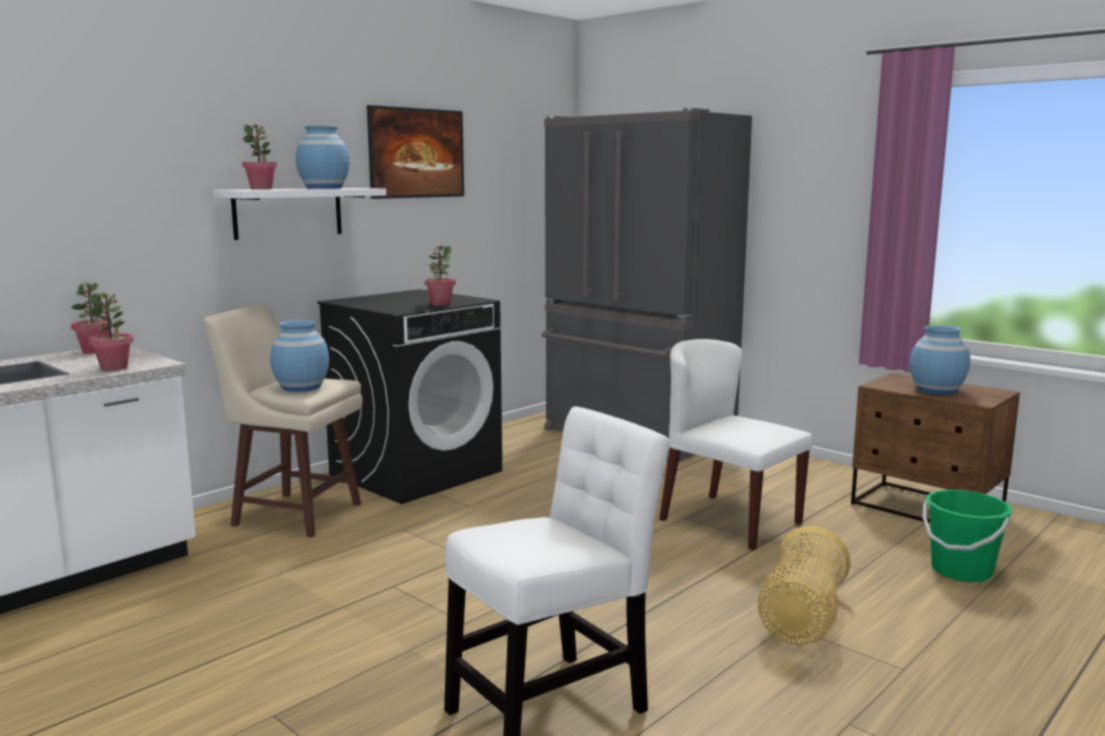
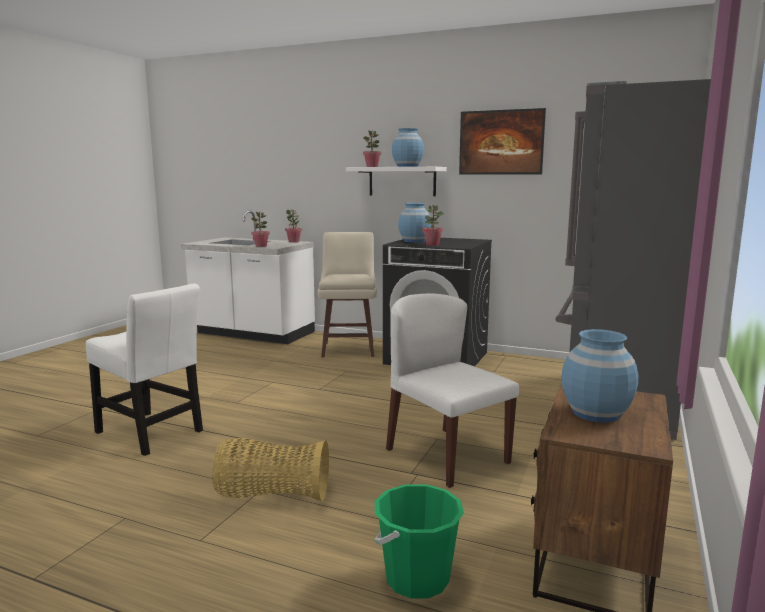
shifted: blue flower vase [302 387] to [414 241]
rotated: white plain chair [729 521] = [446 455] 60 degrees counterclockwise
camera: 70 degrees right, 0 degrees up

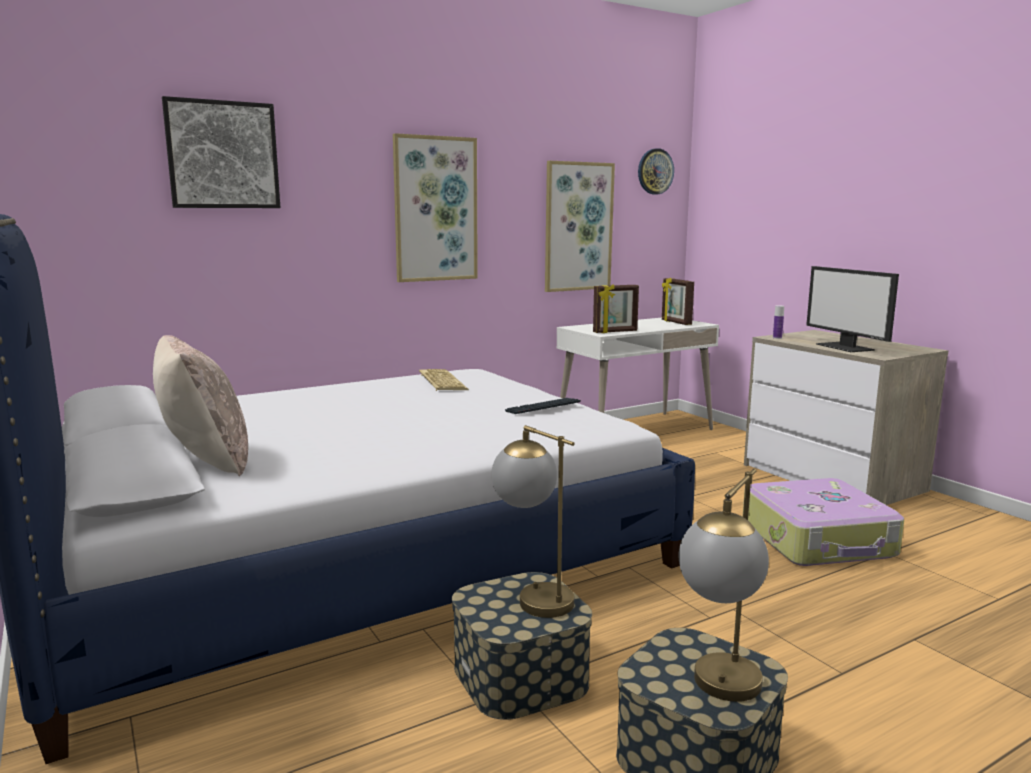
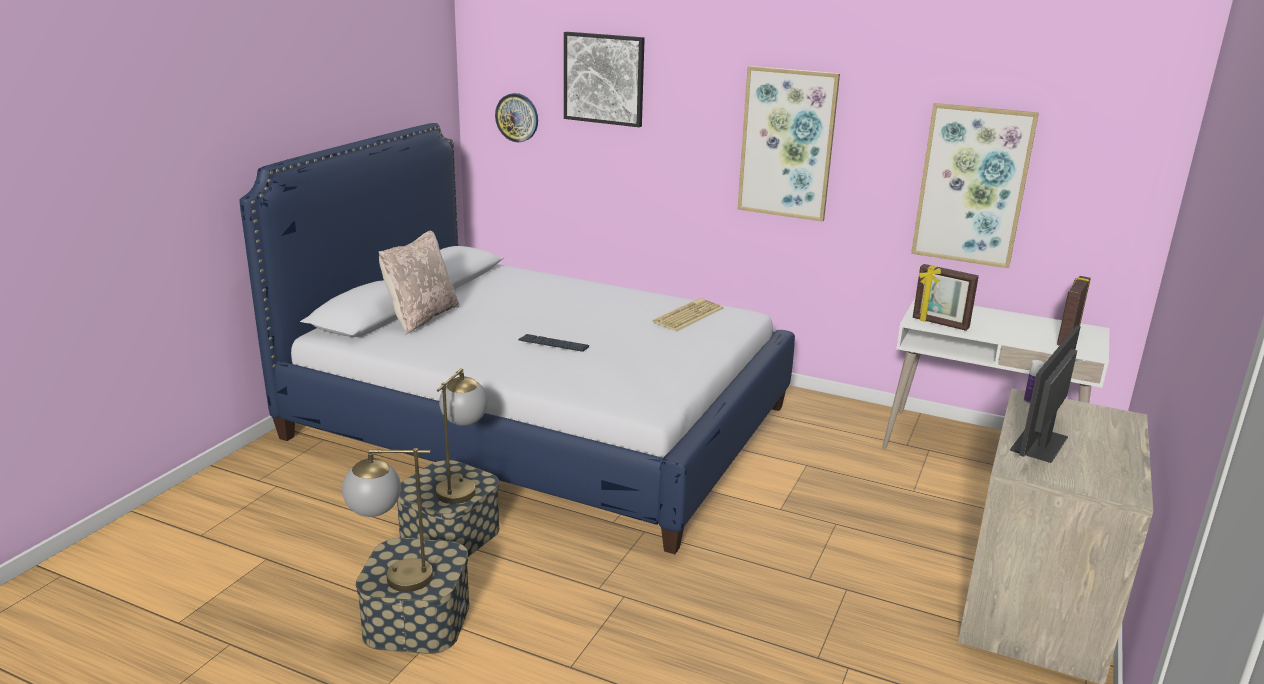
gone: travel case [818 540]
shifted: PC keyboard [543 407] to [553 344]; hanging clock [655 171] to [517 117]
camera: 55 degrees right, 10 degrees up

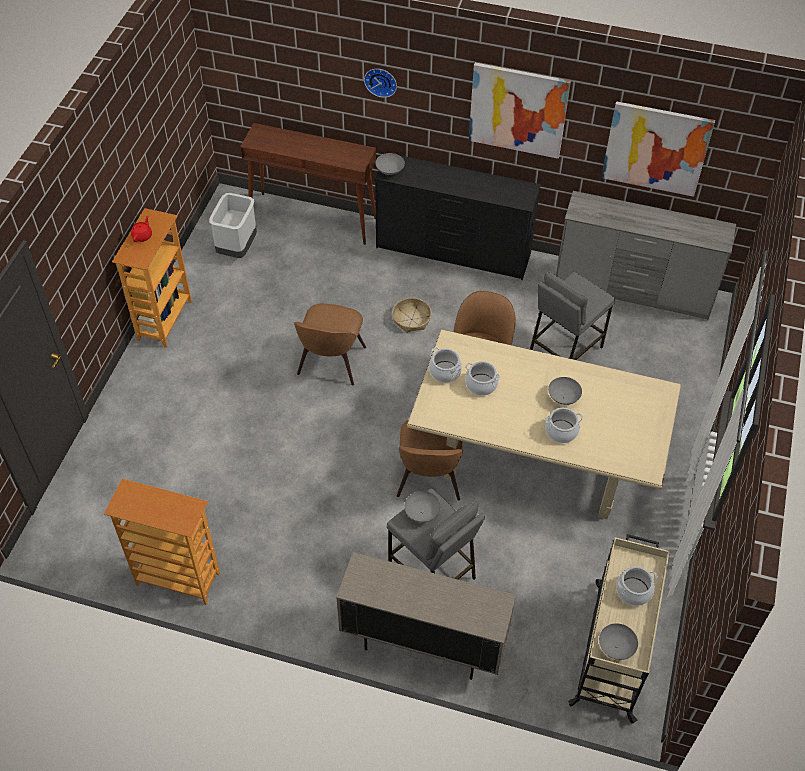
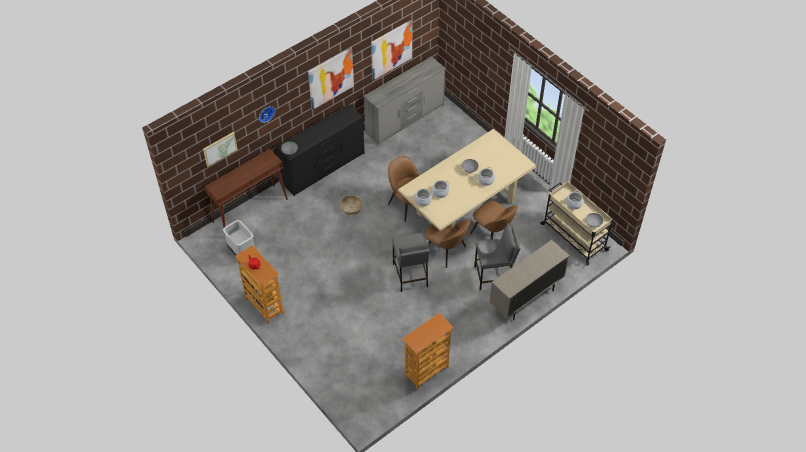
new: picture [219 148]
shifted: brown plain chair [330 363] to [493 234]; greyish sitting stool [564 350] to [410 275]
camera: 55 degrees left, 0 degrees up

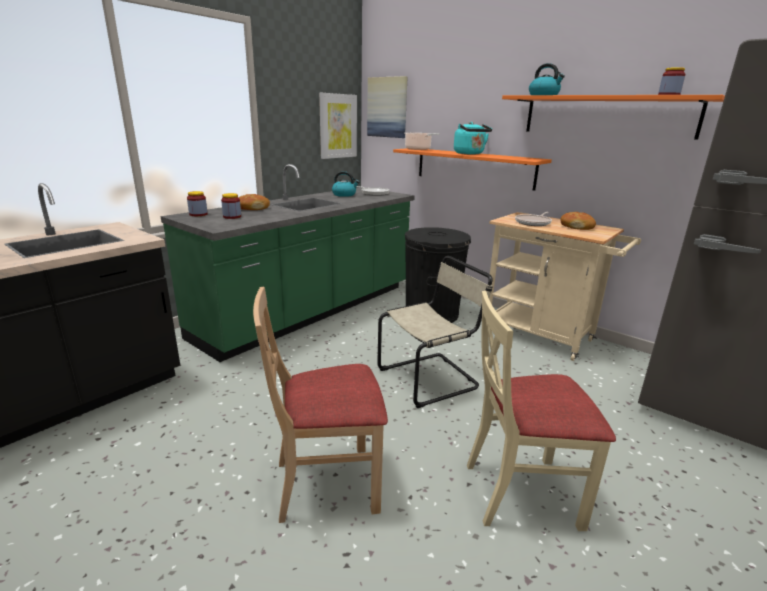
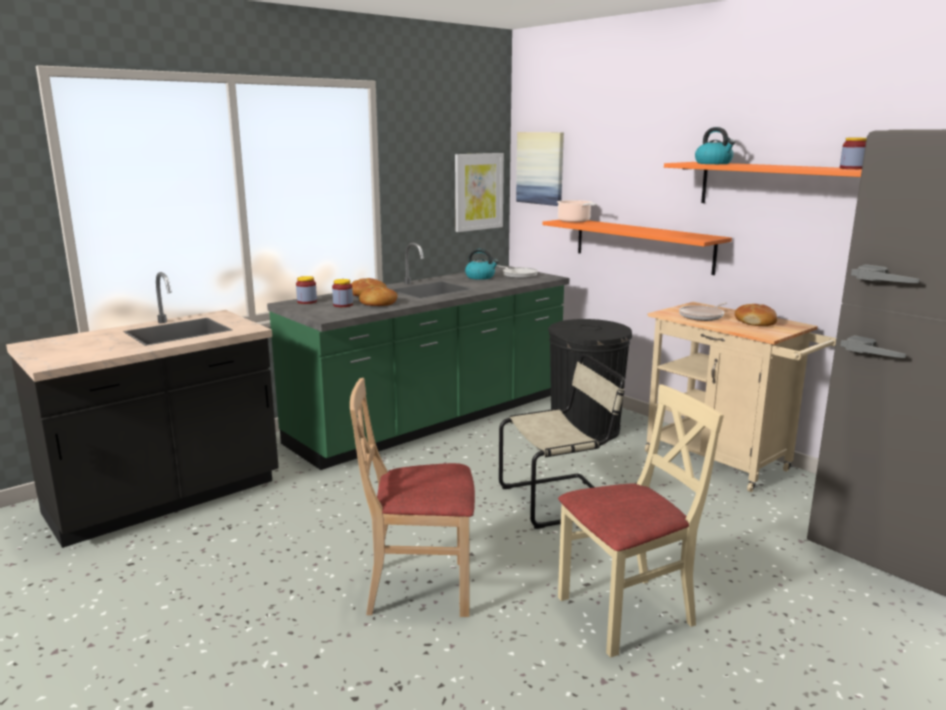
gone: blue-green kettle [470 154]
new: bakery bread [378 303]
rotated: sand-coloured plain chair [521 492] = [626 613] 150 degrees clockwise
camera: 10 degrees right, 5 degrees down

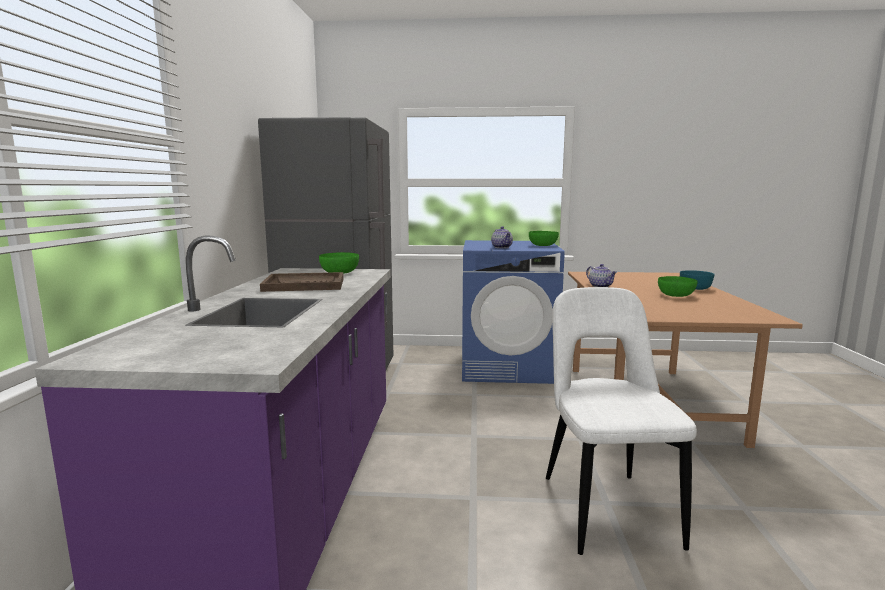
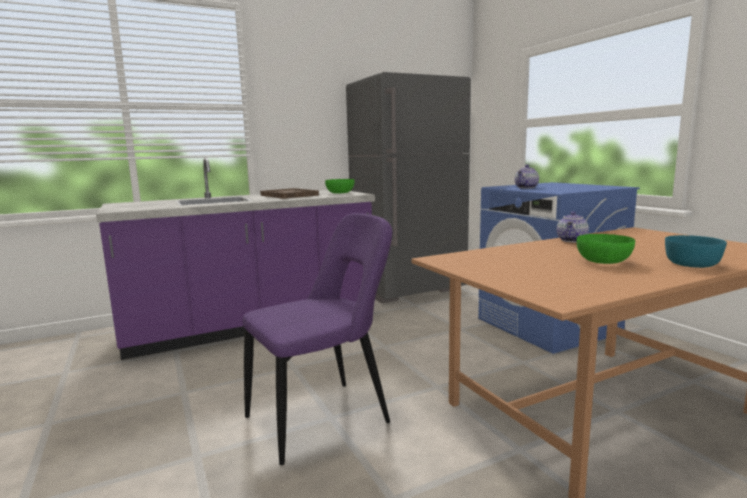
gone: green serving bowl [543 245]
repainted: white plain chair [605 506] to purple plain chair [324 418]
camera: 60 degrees right, 0 degrees up

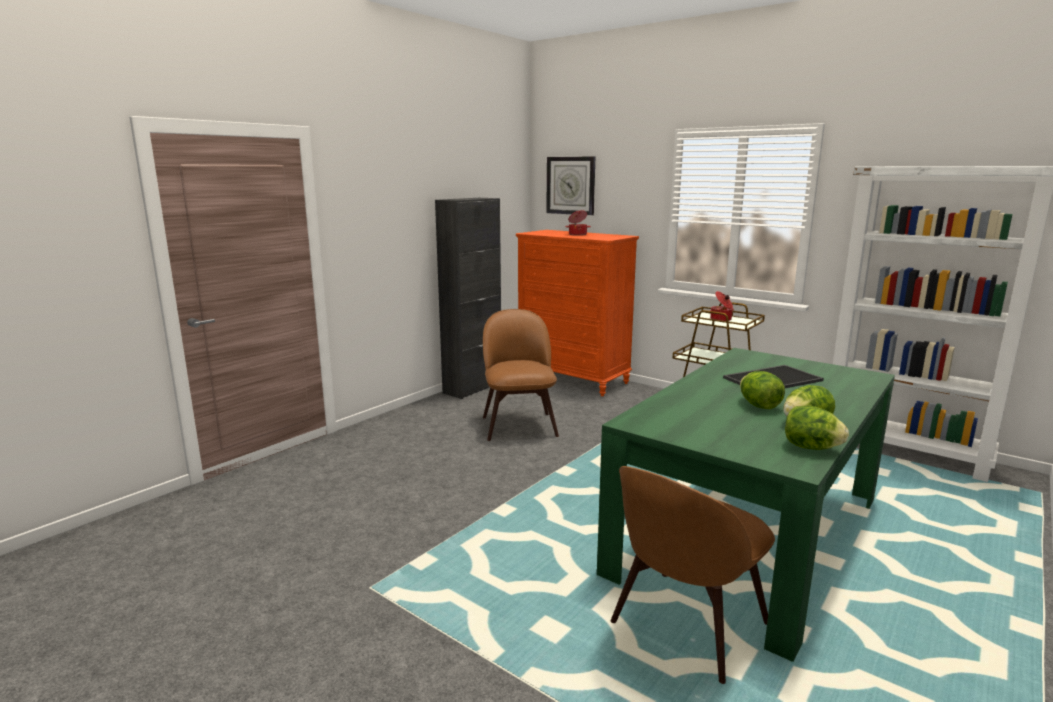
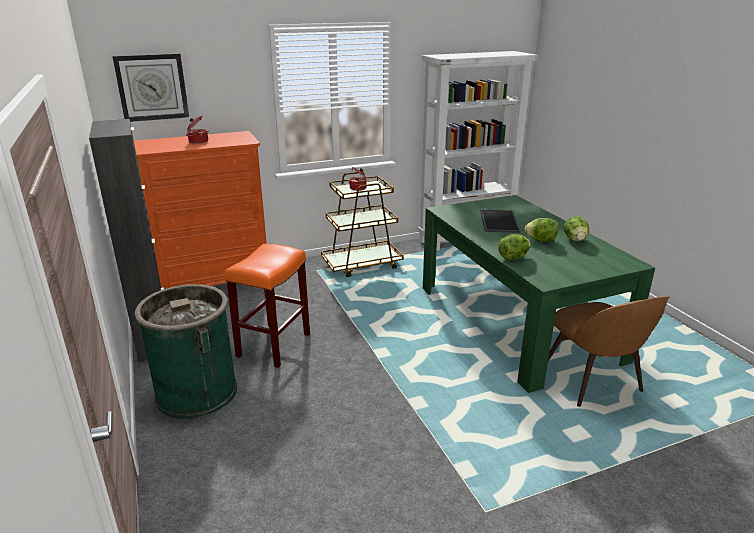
new: green waste bin [196 392]
shifted: lettuce head [811 447] to [513 257]
swapped: brown plain chair [519 425] to orange sitting stool [274 344]
camera: 60 degrees left, 10 degrees up

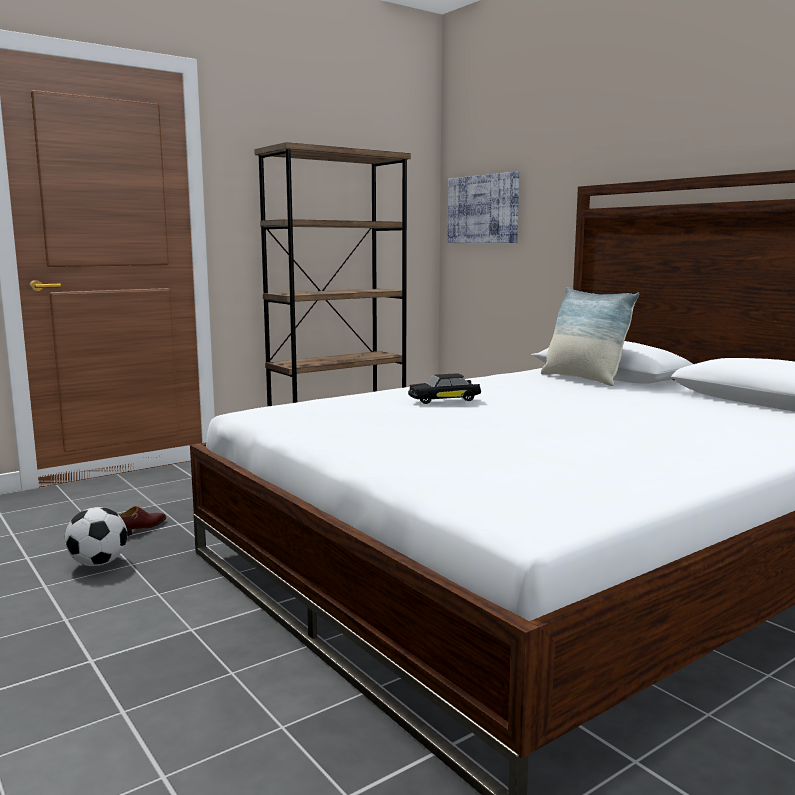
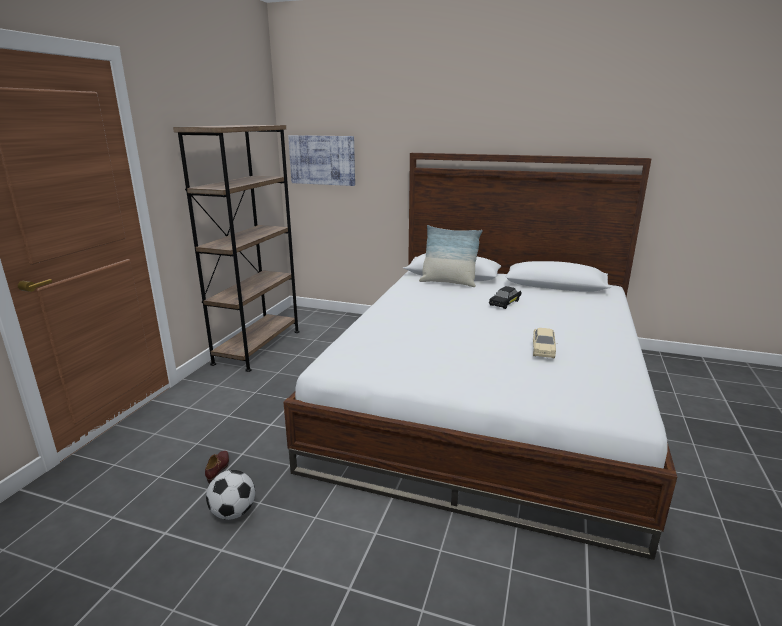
new: sand-coloured miniature car [543 349]
shifted: black-coloured miniature car [444 399] to [504 303]
camera: 35 degrees left, 10 degrees up

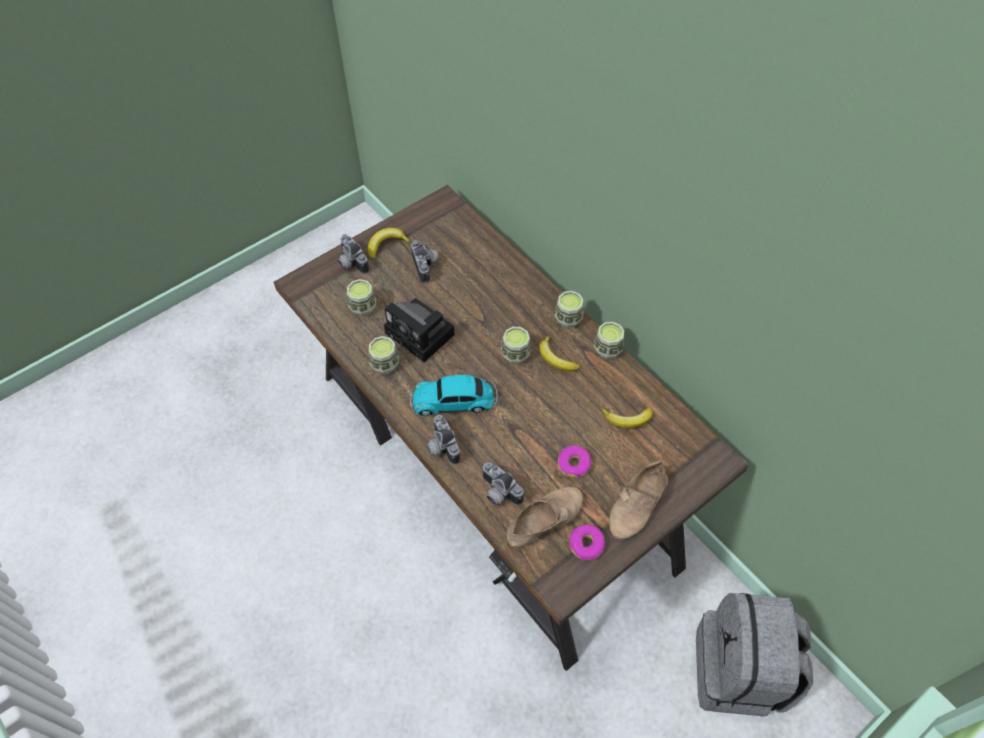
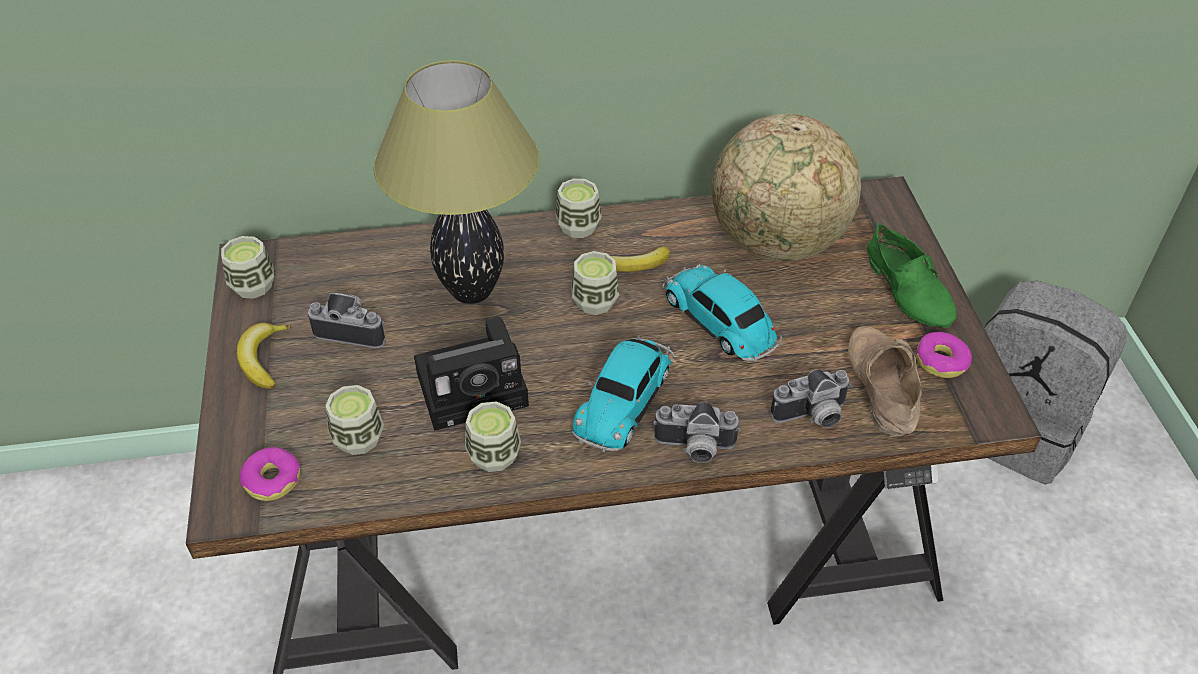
gone: still camera [350 263]
new: lamp for a table [472 290]; miniature car [721 322]
shifted: ring doughnut [574 464] to [272 479]; drinking cup [607 349] to [253 285]
swapped: banana fruit [627 420] to desk globe [777 243]
repainted: sand-coloured item of footwear [639 506] to green item of footwear [909 288]
camera: 60 degrees left, 10 degrees down

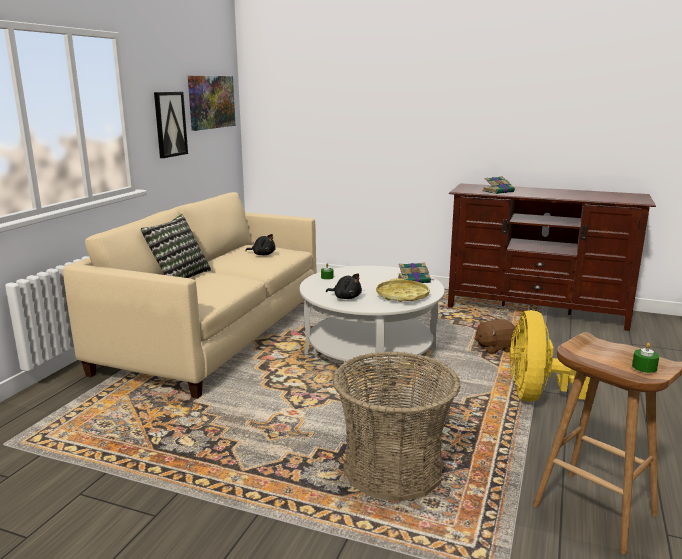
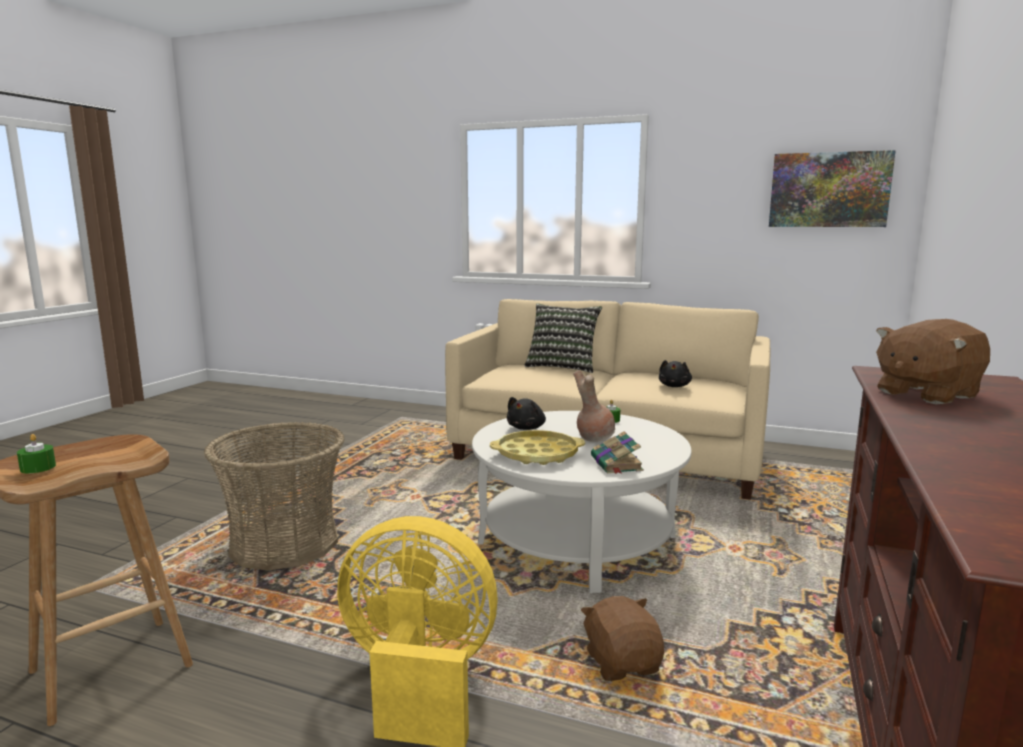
gone: picture [170 124]
new: brown flower vase [593 438]
swapped: volume [498 191] to brown cuddly toy [925 394]
camera: 90 degrees right, 5 degrees down

